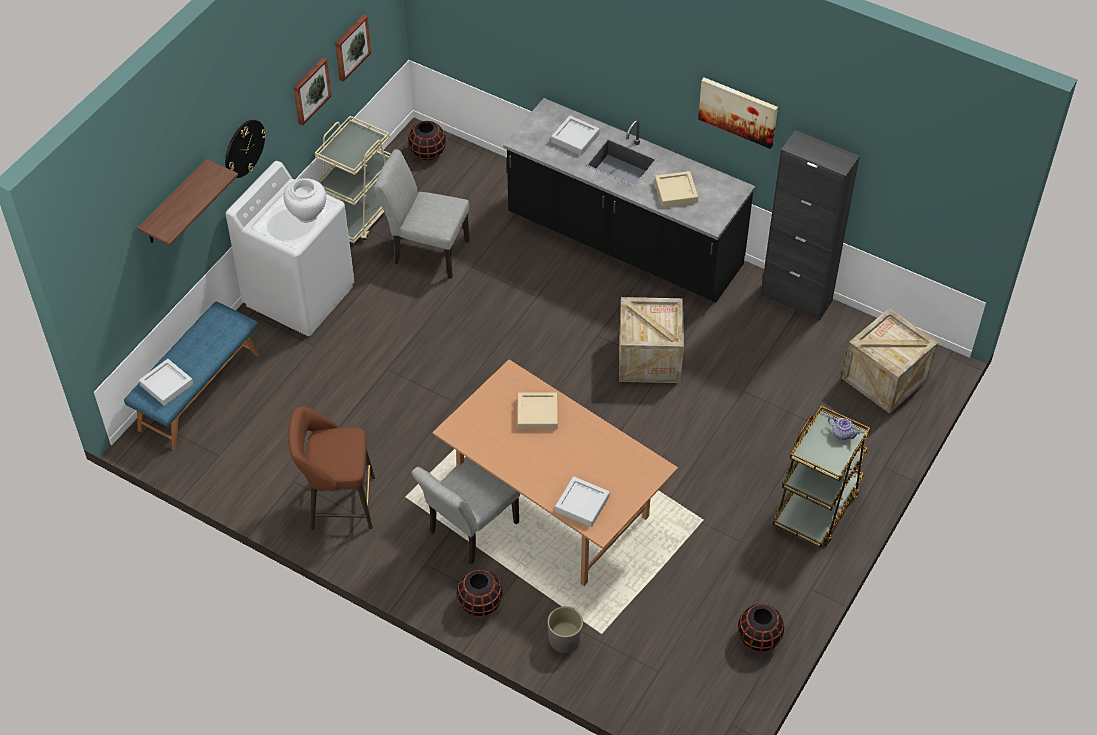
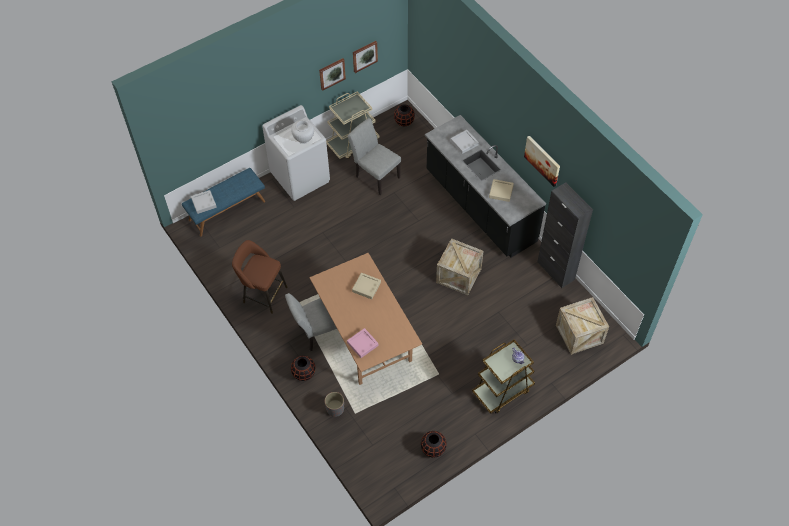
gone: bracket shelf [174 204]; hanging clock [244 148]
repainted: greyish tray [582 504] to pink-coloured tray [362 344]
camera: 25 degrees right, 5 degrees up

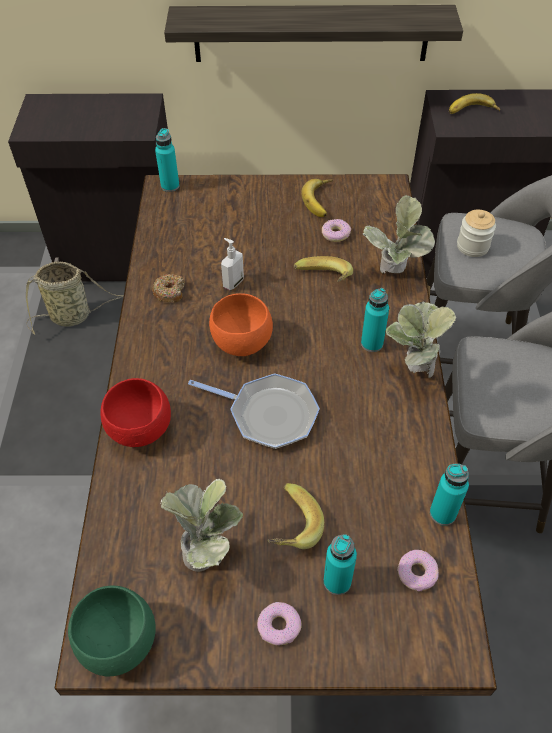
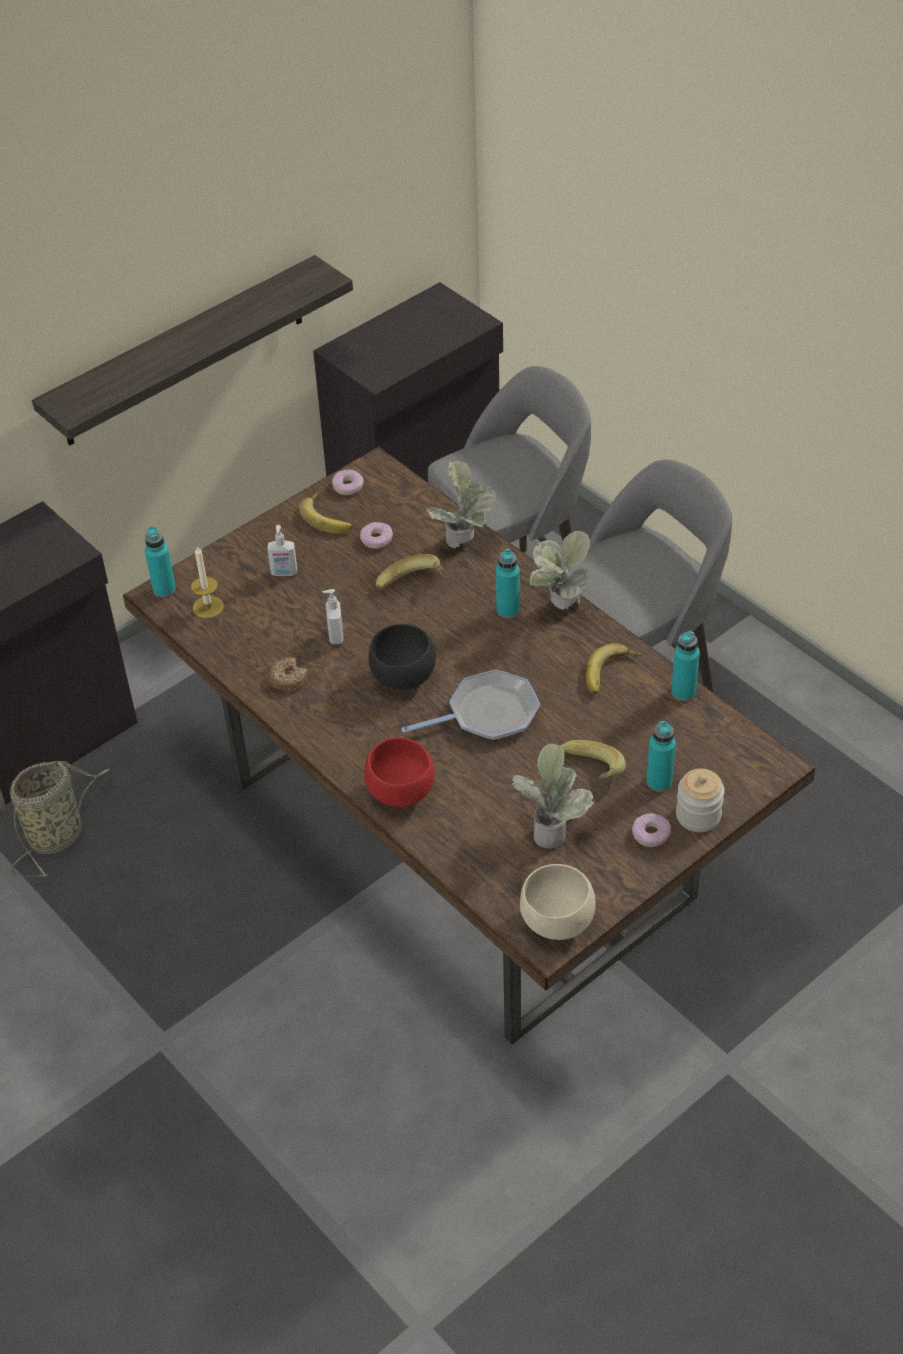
new: wax light [208 607]; soap dispenser [284 573]
shifted: ring doughnut [417 573] to [348 486]; banana fruit [472 111] to [611 674]; preserve jar [472 246] to [698 815]
repainted: green serving bowl [118 644] to sand-coloured serving bowl [558 924]; orange serving bowl [241 344] to black-coloured serving bowl [404 679]
camera: 40 degrees left, 5 degrees down

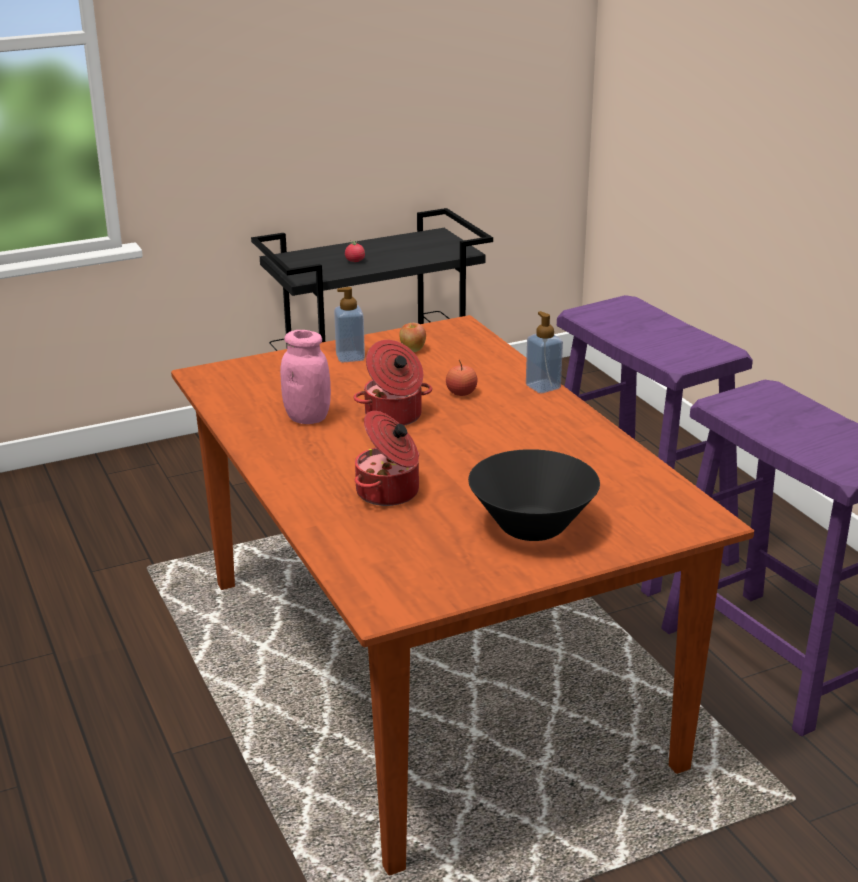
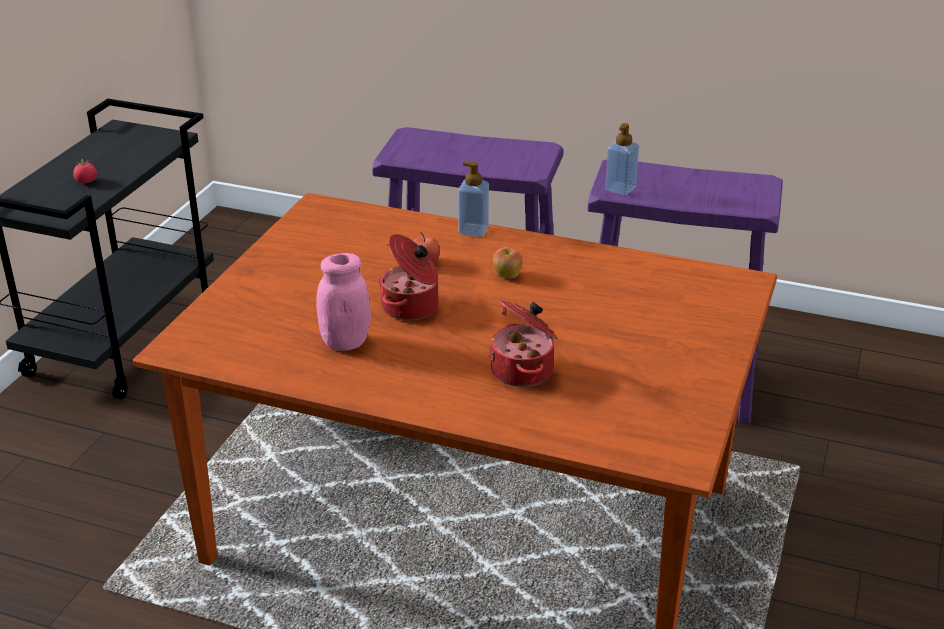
gone: black-coloured serving bowl [532 527]
shifted: soap dispenser [350 357] to [620 189]; apple [412 349] to [507 276]
camera: 45 degrees left, 5 degrees up

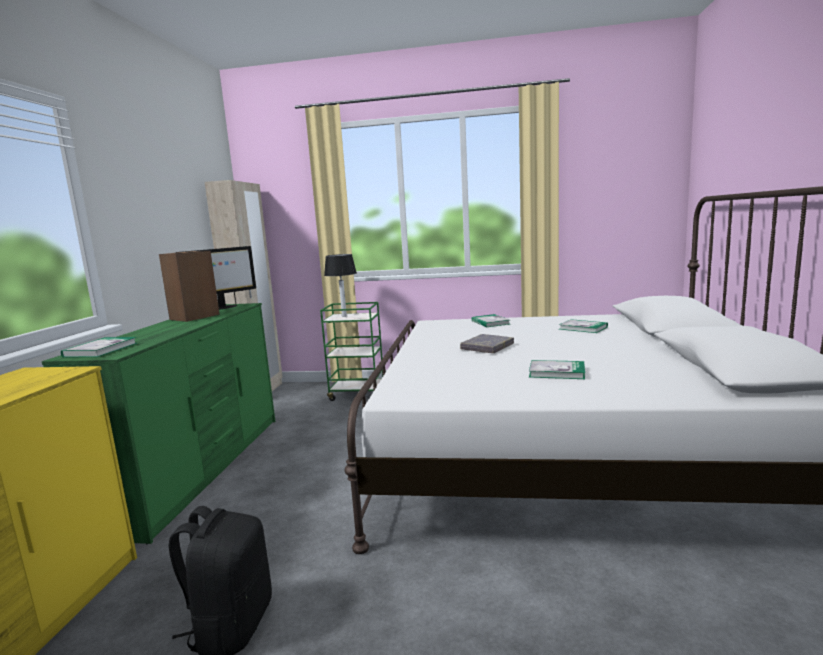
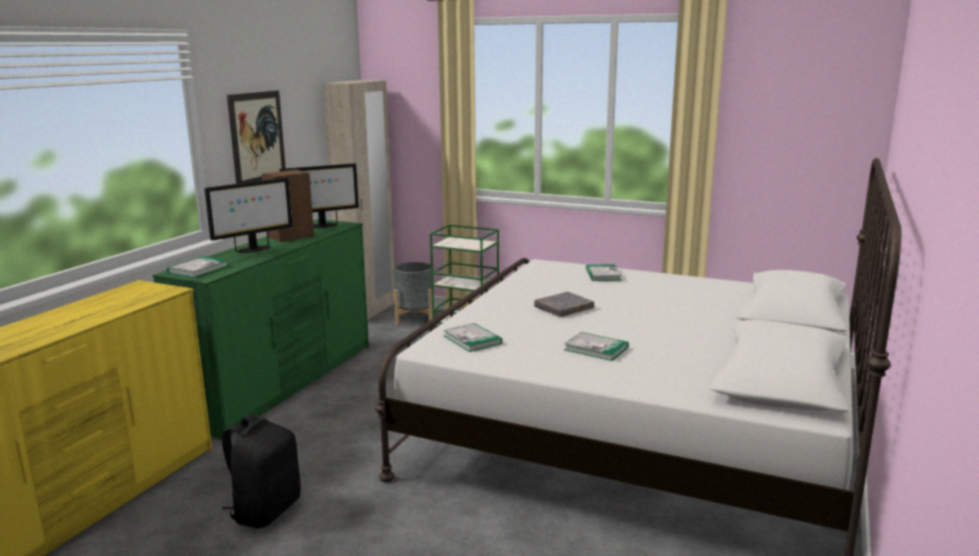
gone: lamp for a table [344 316]
new: computer display [253 249]; picture [257 138]; greyish flower pot [415 318]
shifted: volume [583 328] to [472 340]
camera: 15 degrees right, 5 degrees up

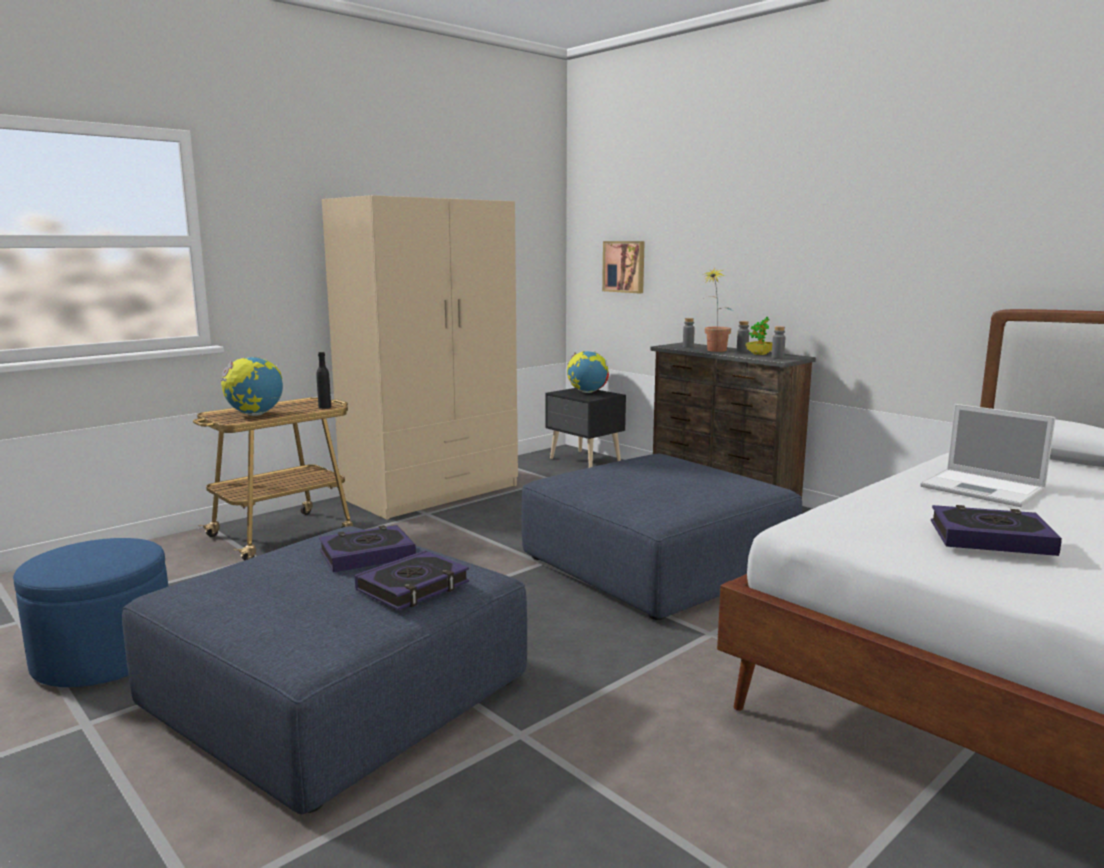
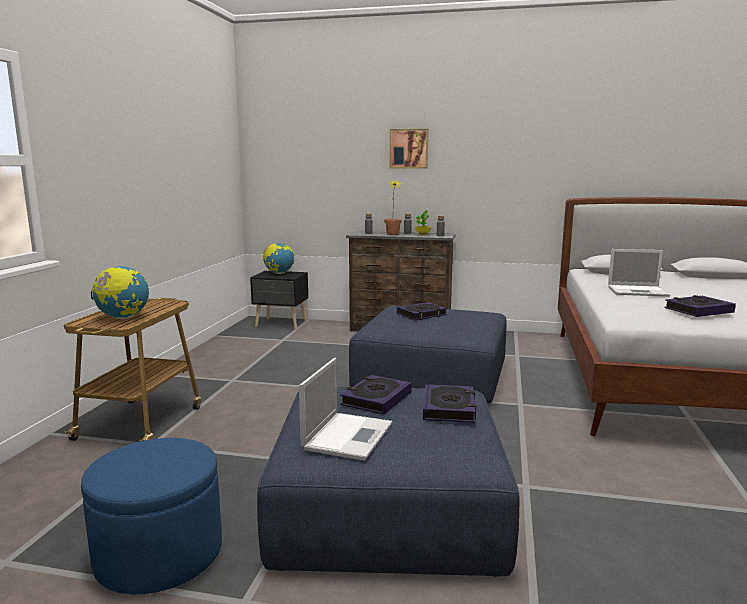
gone: black-coloured beverage bottle [324 407]; sand-coloured armoire [432 492]
new: laptop [348 435]; volume [421 315]
shifted: picture [624 266] to [409 148]
camera: 35 degrees left, 0 degrees up

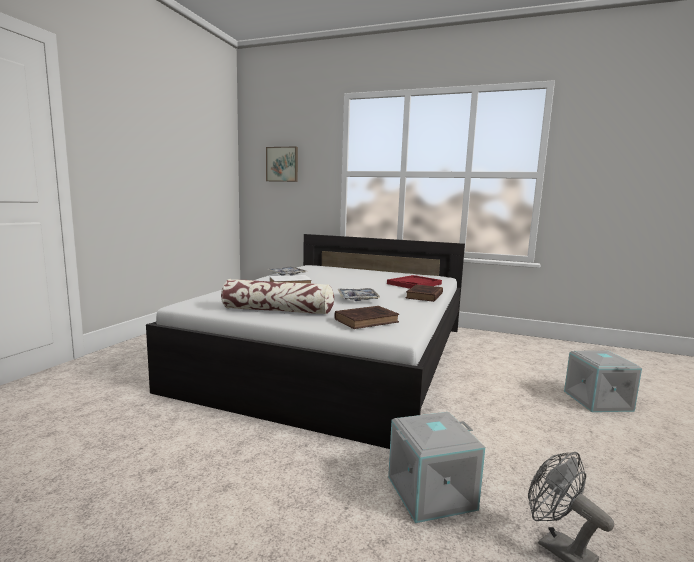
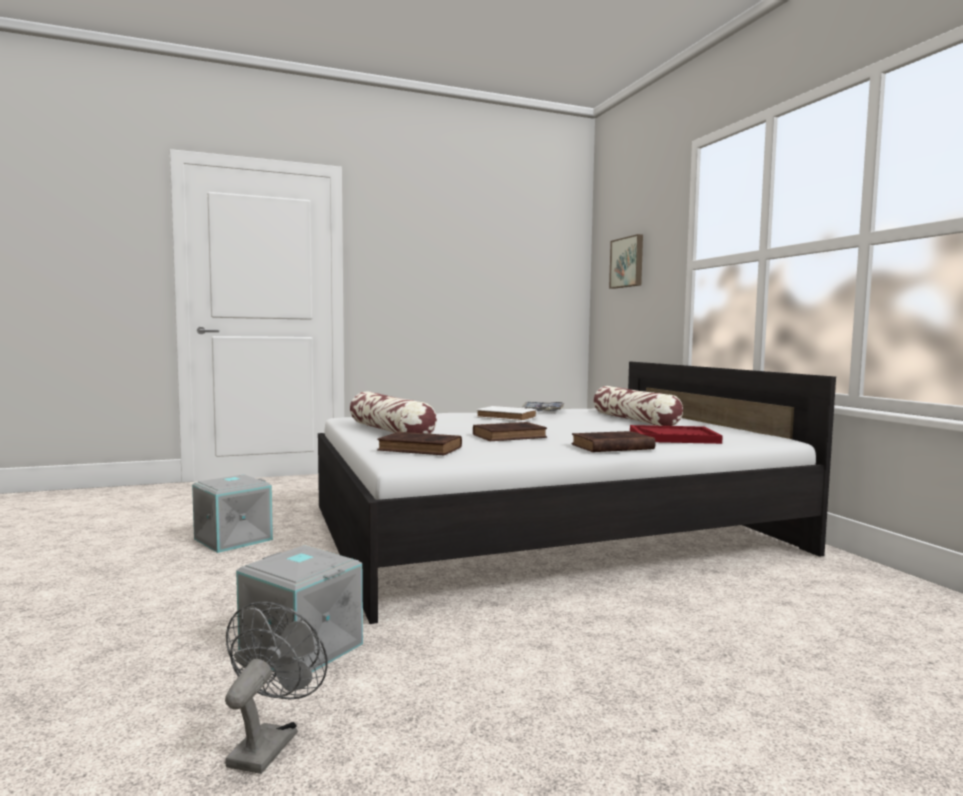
new: throw pillow [635 420]
shifted: greyish storage bin [596 400] to [233 539]
swapped: tray [357 299] to brown volume [511 436]
camera: 50 degrees right, 5 degrees down

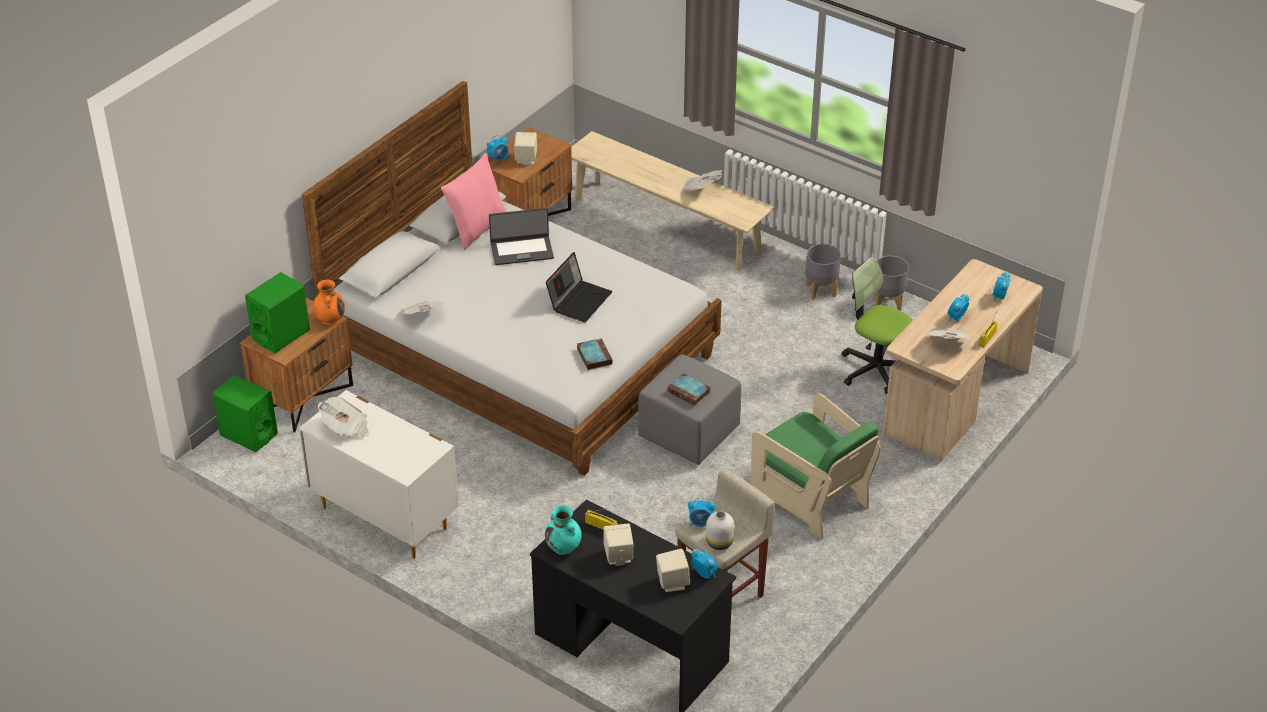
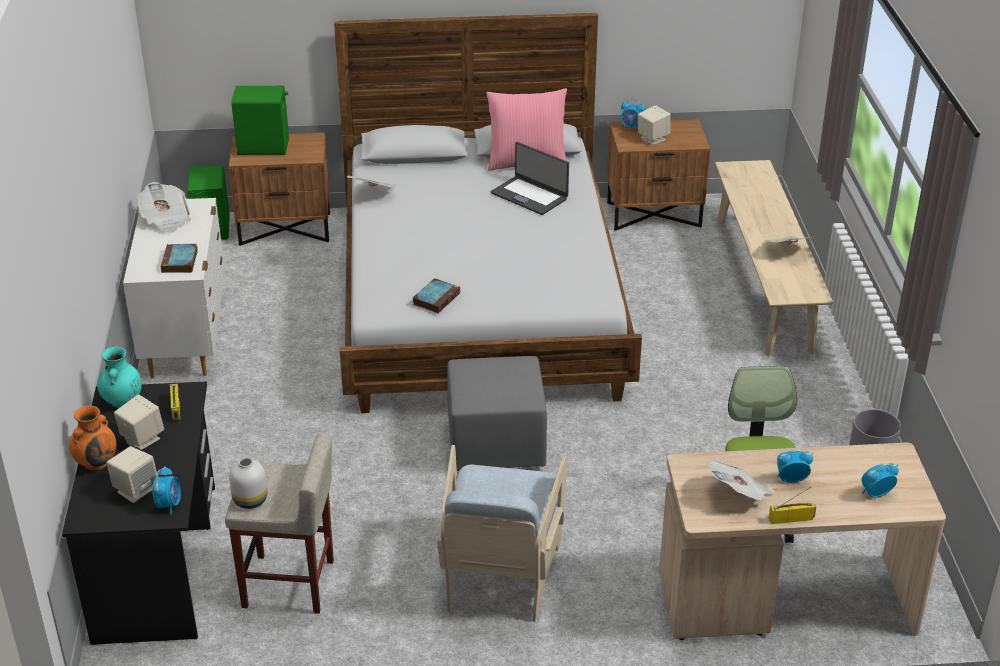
gone: laptop [579 300]; alarm clock [700 523]; greyish flower pot [821 290]
shifted: orange flower vase [330 319] to [96 462]; volume [689 392] to [180 262]
repainted: green lounge chair [811 498] to sand-coloured lounge chair [500 572]
camera: 50 degrees right, 5 degrees down

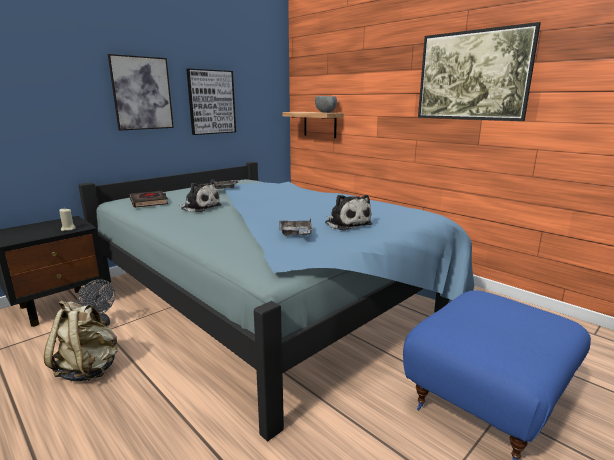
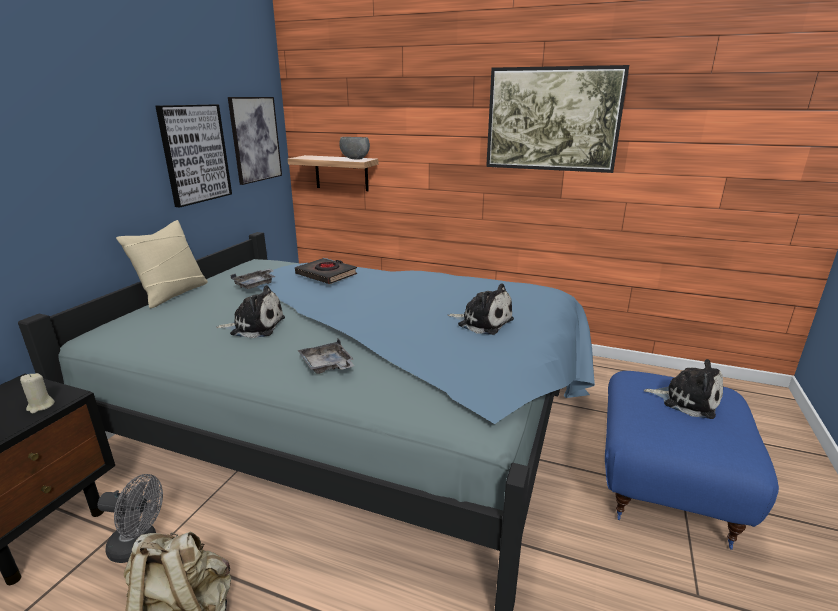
new: sand-coloured throw pillow [173 294]; cuddly toy [687 400]
shifted: picture [142 93] to [255 139]; black-coloured volume [149 202] to [326 275]; greyish tray [296 234] to [327 366]
camera: 25 degrees left, 5 degrees up

